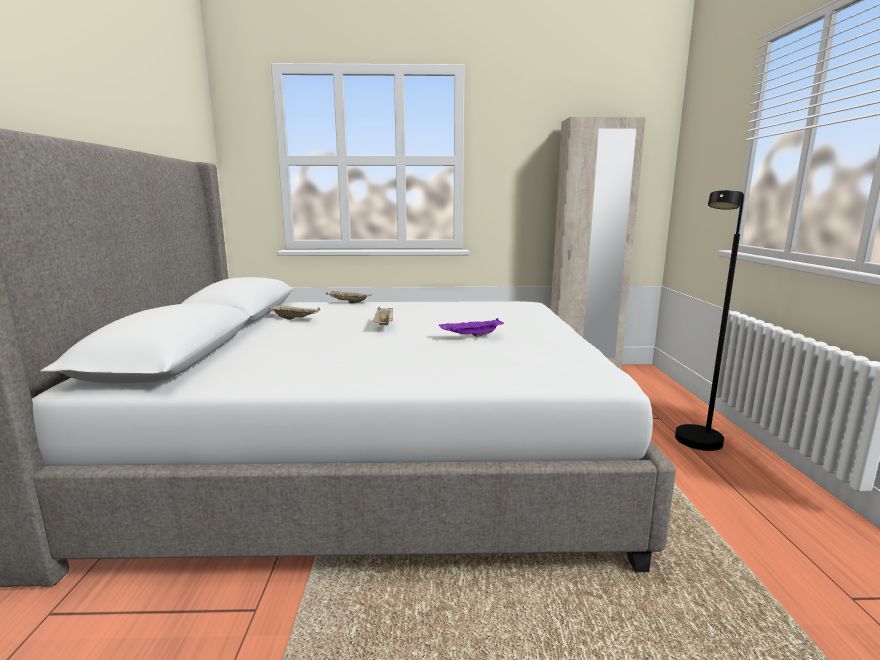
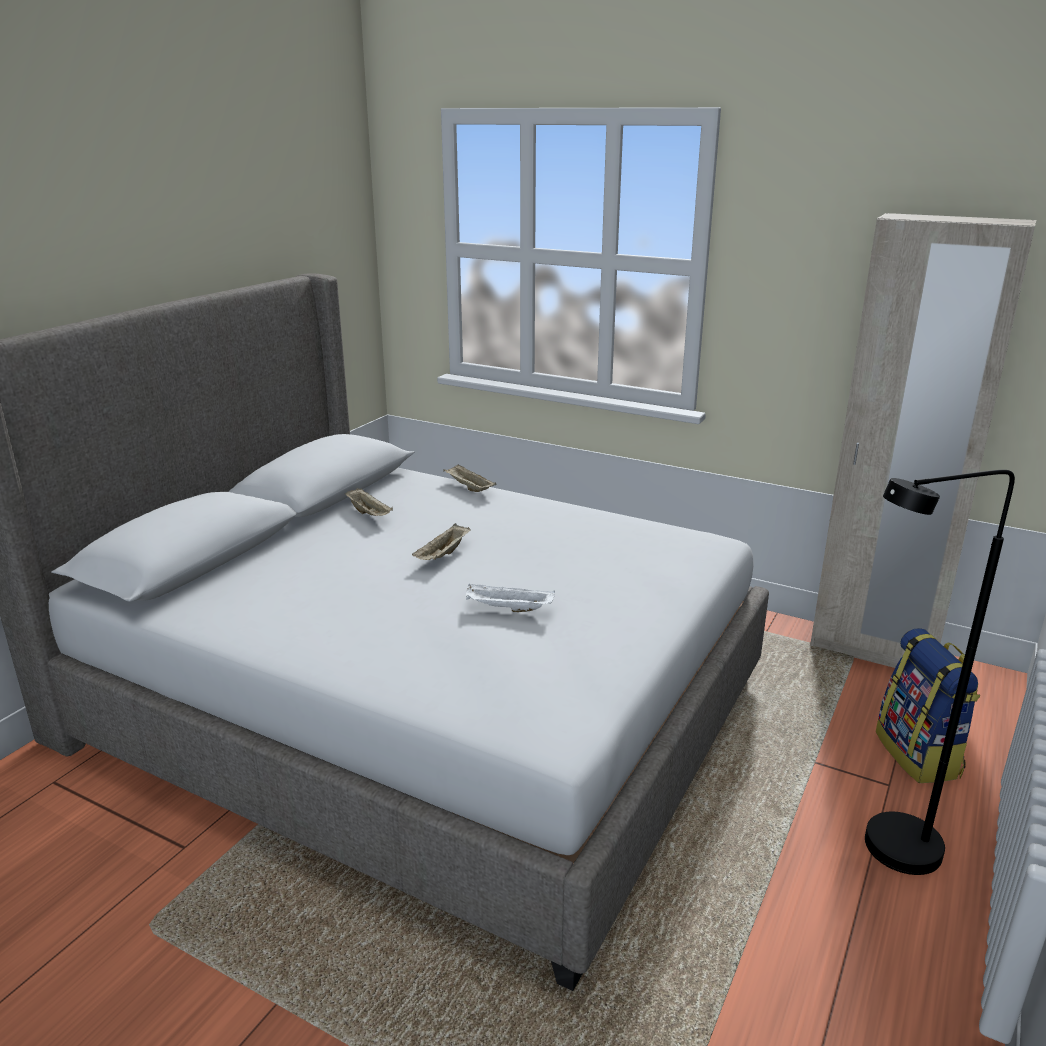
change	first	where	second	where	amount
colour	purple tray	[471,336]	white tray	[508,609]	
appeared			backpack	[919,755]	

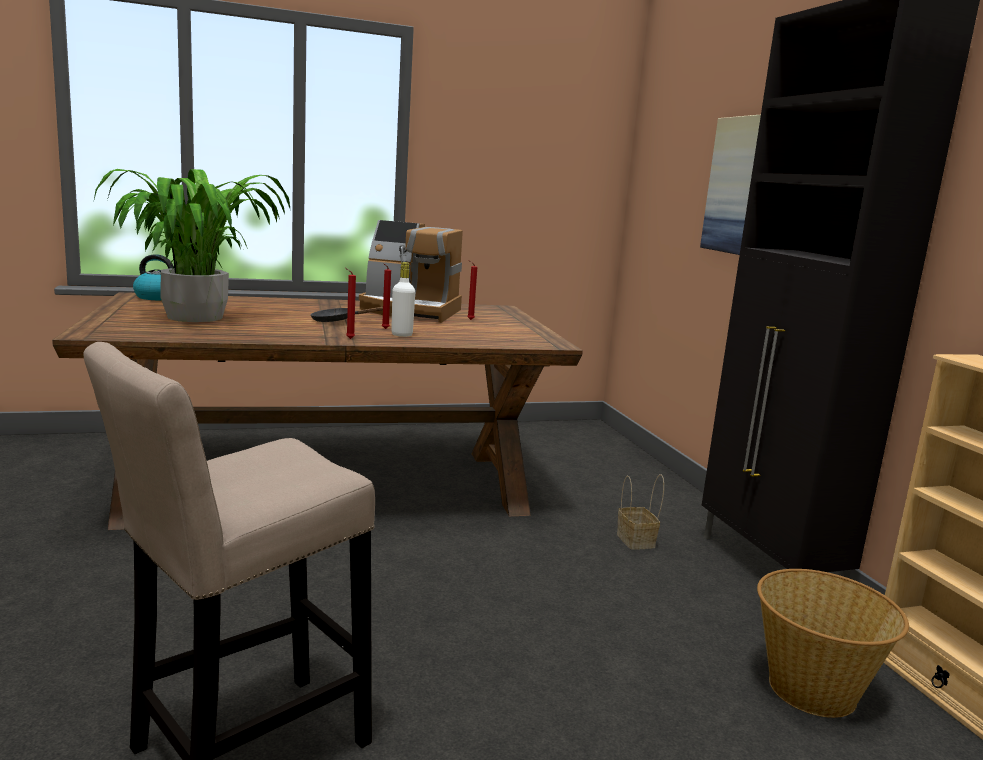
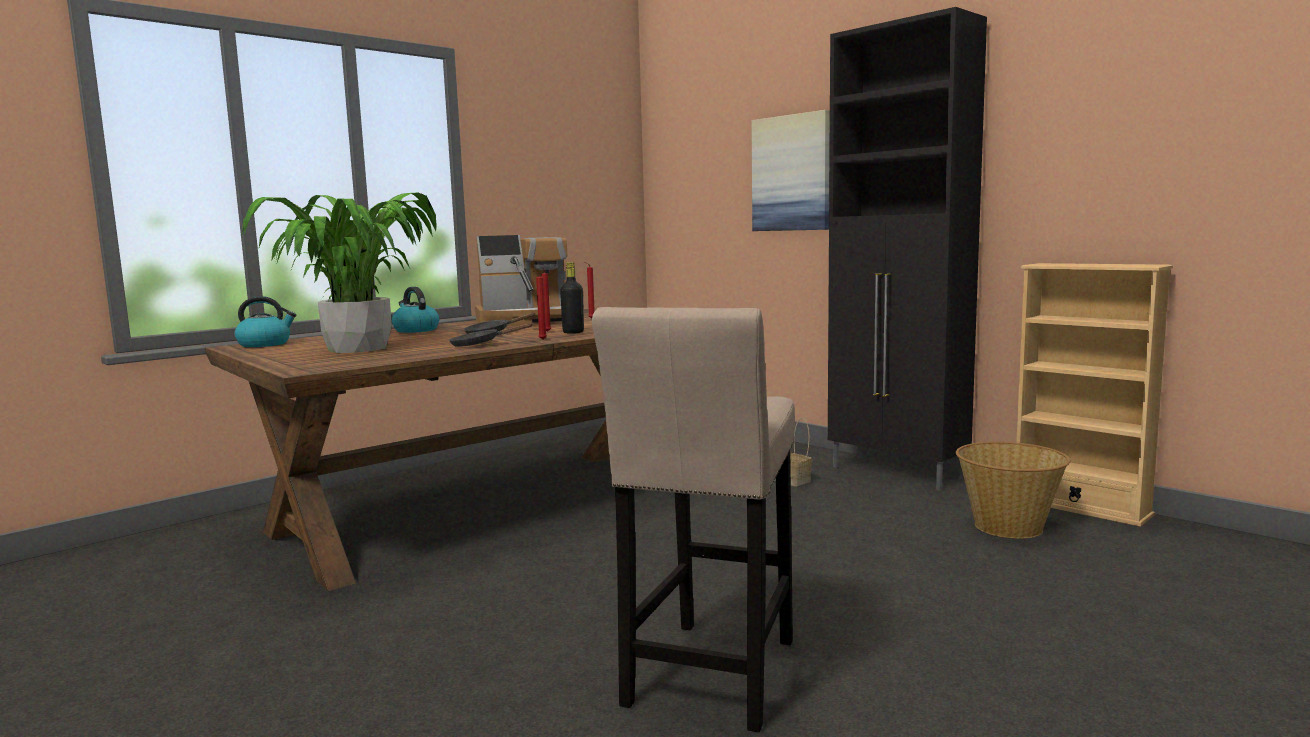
change	first	where	second	where	amount
appeared			kettle	[415,330]	
appeared			black frying pan	[480,344]	
colour	white bottle	[401,335]	black bottle	[573,332]	

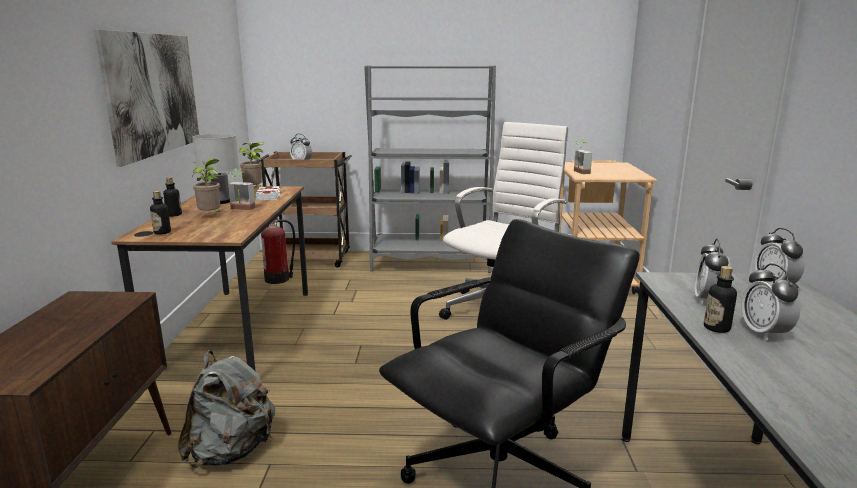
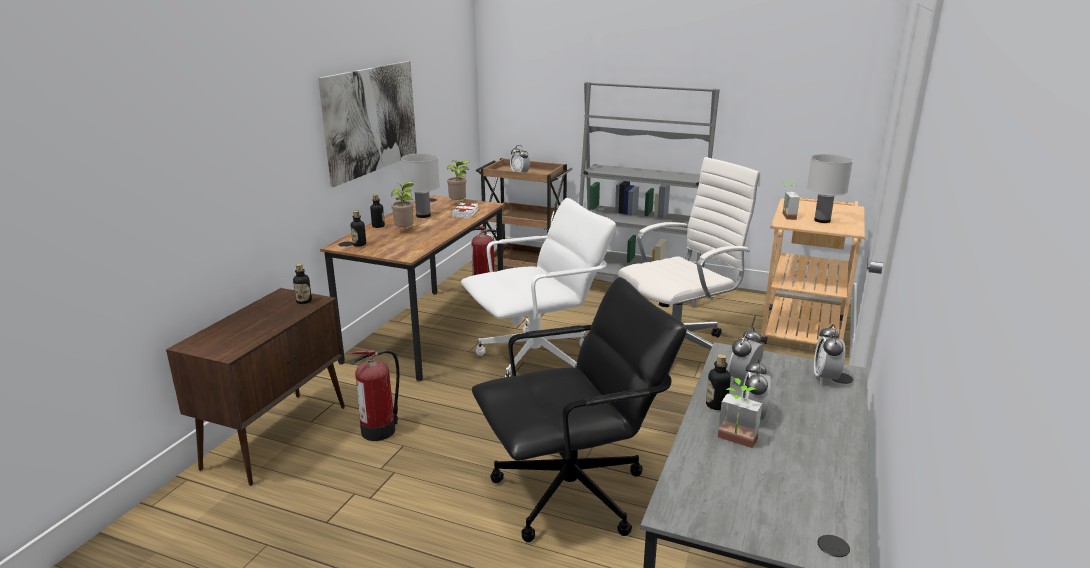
change	first	where	second	where	amount
appeared			bottle	[304,301]	
exchanged	grey backpack	[231,451]	fire extinguisher	[380,430]	
appeared			white office chair	[537,359]	
relocated	potted plant	[240,209]		[735,442]	
appeared			white table lamp	[821,220]	

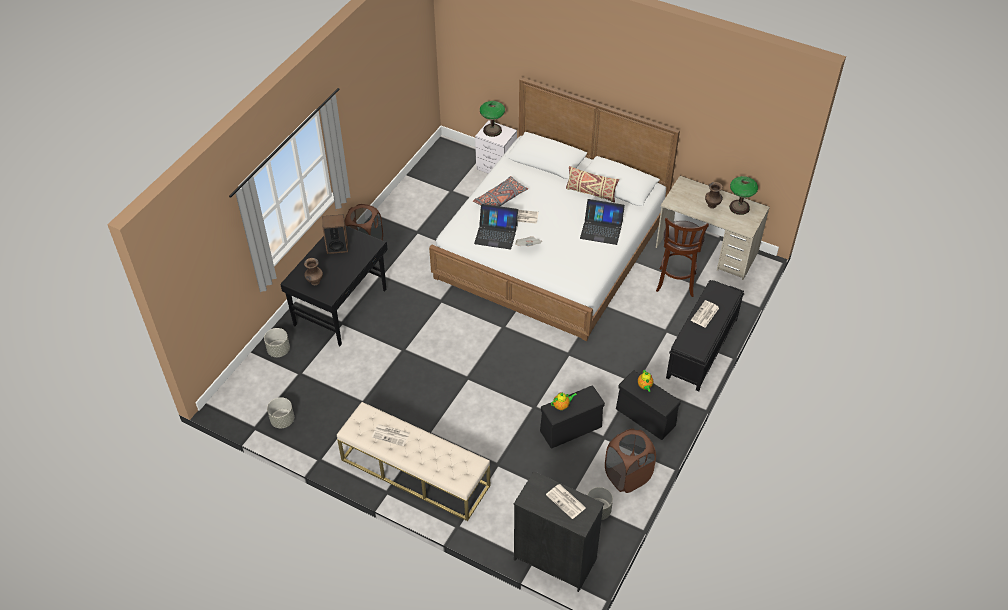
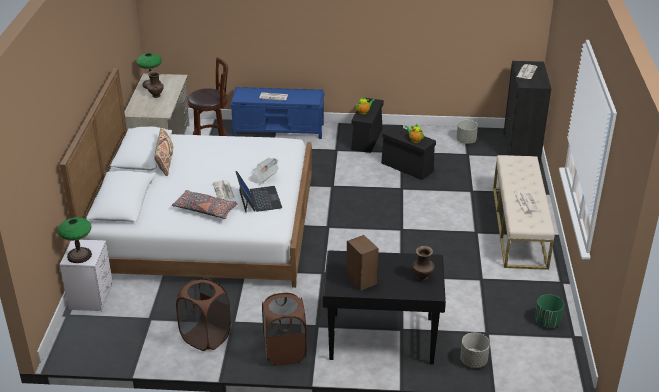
change	first	where	second	where	amount
relocated	brown laundry basket	[627,476]		[205,337]	
colour	black bench	[701,349]	blue bench	[279,130]	
colour	grey planter	[282,420]	green planter	[547,322]	
missing	laptop	[601,229]			

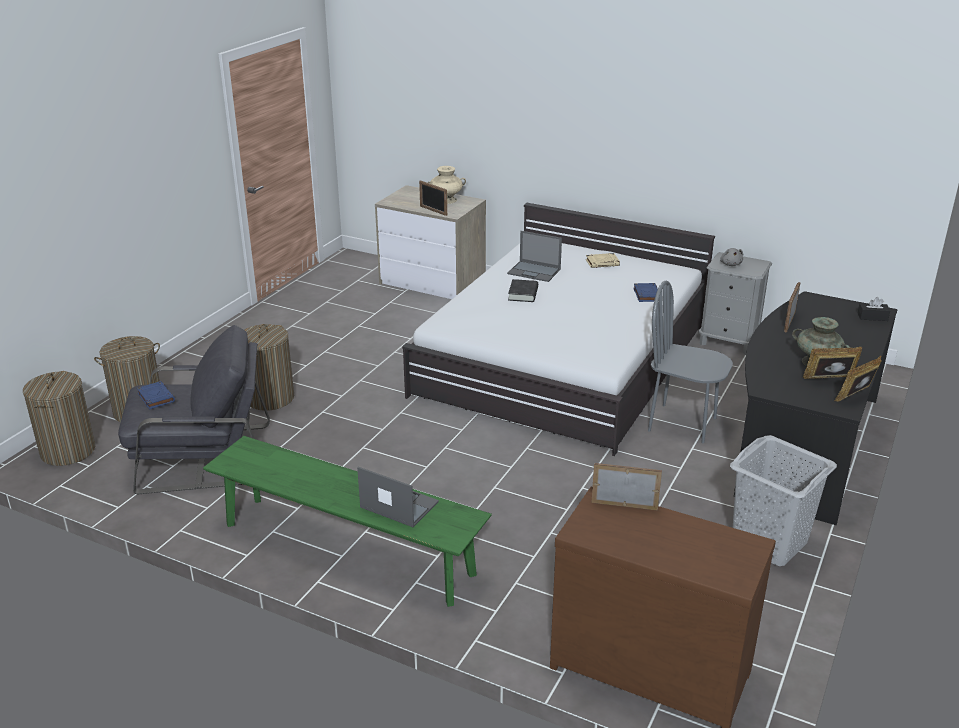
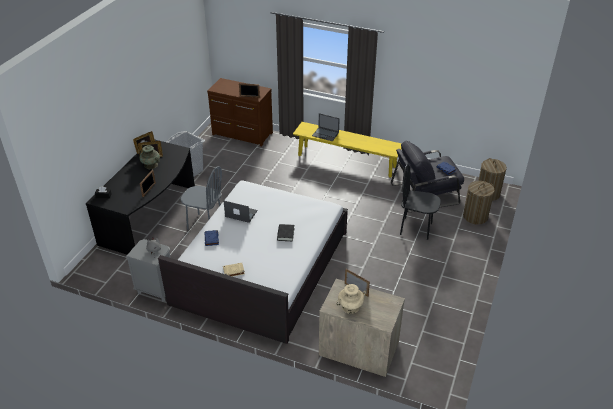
change	first	where	second	where	amount
relocated	laptop	[534,271]		[240,213]	
colour	green bench	[347,549]	yellow bench	[346,161]	
exchanged	laundry basket	[270,398]	black chair	[416,228]	

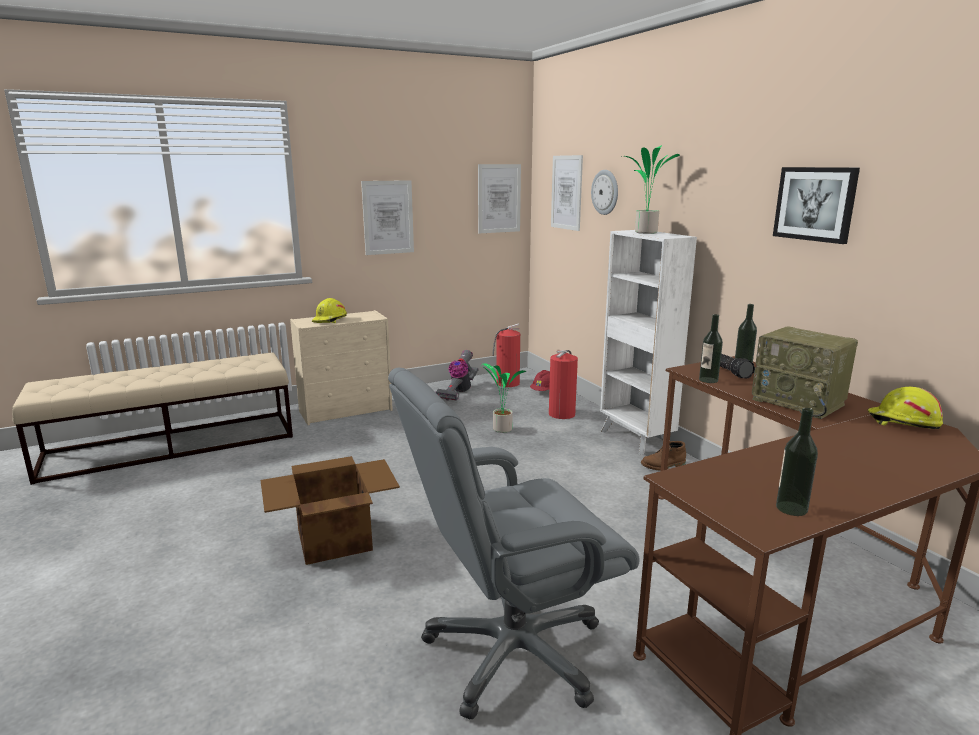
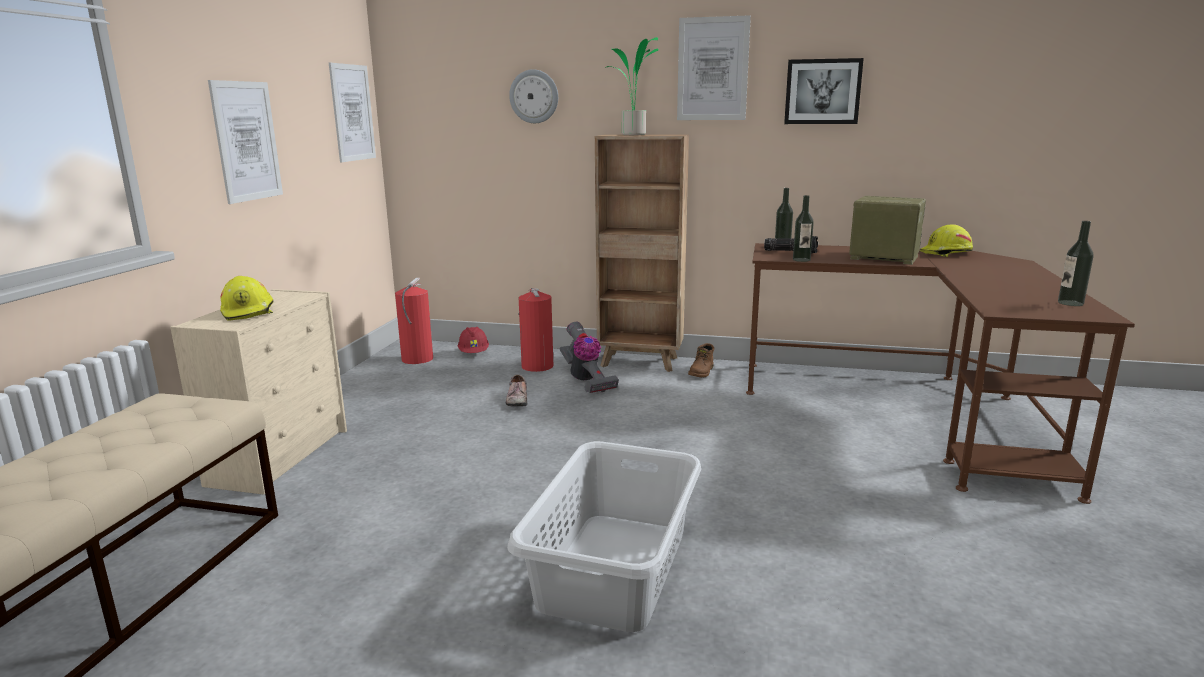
change	first	where	second	where	amount
exchanged	potted plant	[501,429]	shoe	[516,399]	
exchanged	cardboard box	[333,539]	grey laundry basket	[612,568]	
relocated	vacuum cleaner	[459,392]		[586,380]	
colour	white bookcase	[636,439]	brown bookcase	[641,362]	
relocated	picture	[566,192]		[712,69]	
spun	radio	[800,402]		[882,257]	150 degrees counterclockwise
missing	grey office chair	[512,652]			

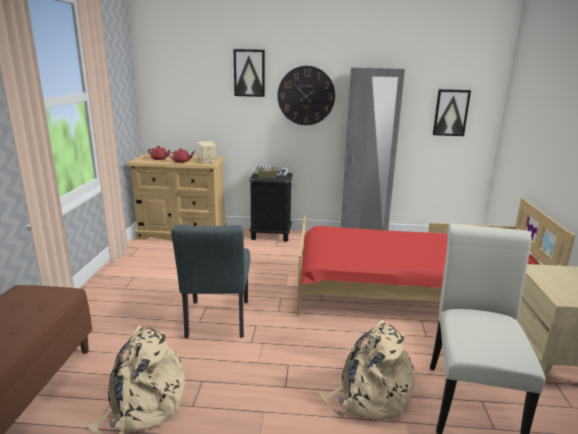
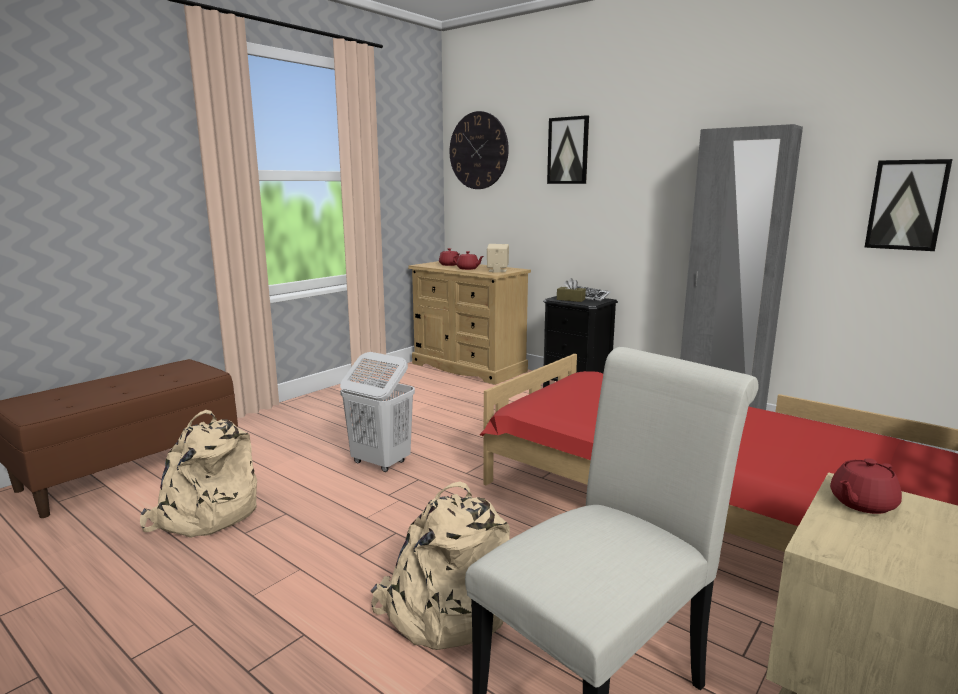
change	first	where	second	where	amount
exchanged	grey chair	[216,322]	white laundry basket	[380,463]	
relocated	wall clock	[306,96]		[478,151]	
appeared			red teapot	[861,503]	

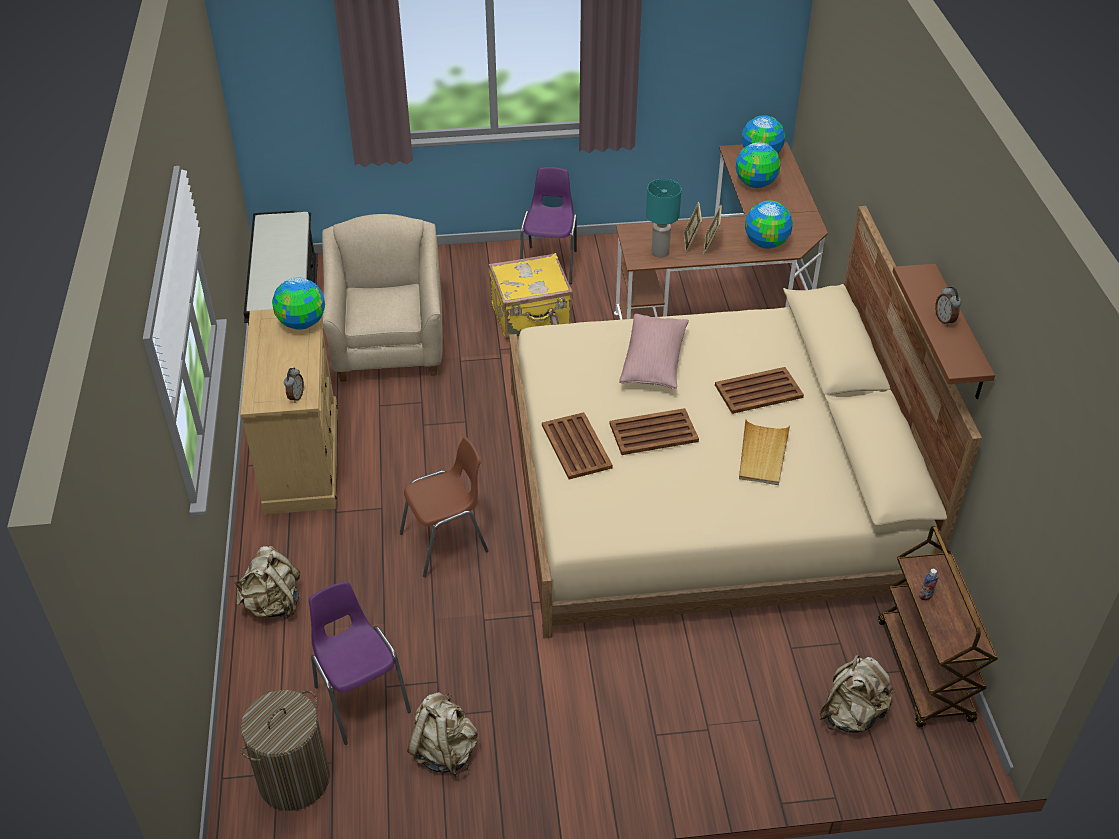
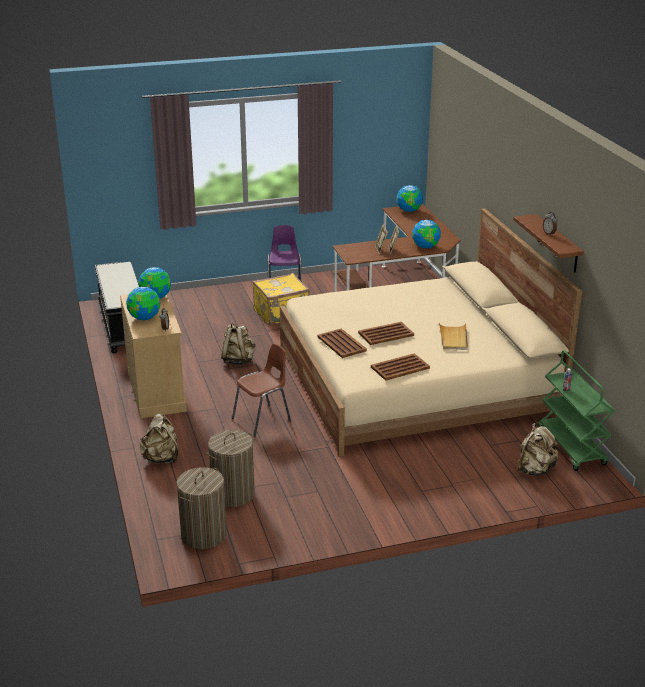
change	first	where	second	where	amount
relocated	globe	[756,183]		[145,318]	
exchanged	purple chair	[360,697]	laundry basket	[233,494]	
relocated	beige backpack	[445,751]		[238,360]	
relocated	brown tray	[759,391]		[400,367]	
colour	brown cart	[925,671]	green cart	[572,447]	
missing	beige armchair	[389,345]			
missing	pink pillow	[654,362]			
missing	turquoise table lamp	[659,252]			

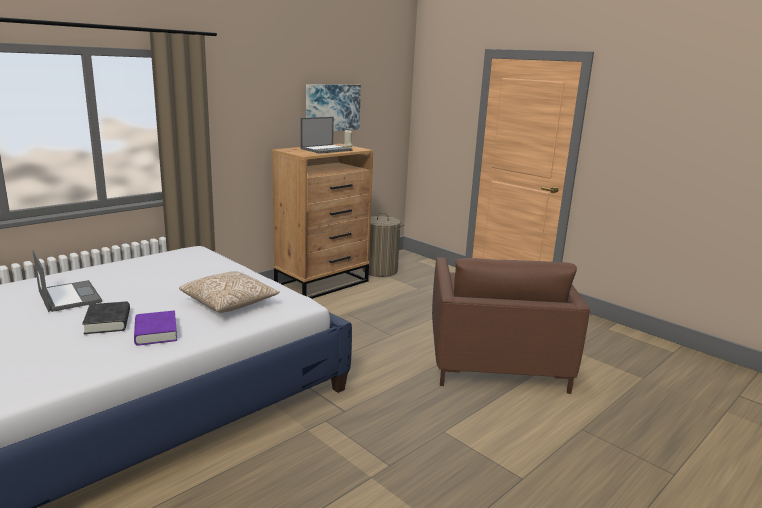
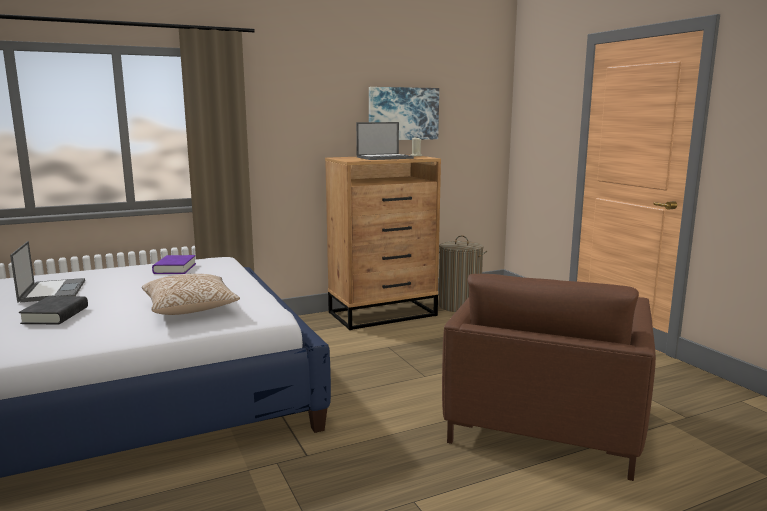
change	first	where	second	where	amount
relocated	purple book	[156,332]		[175,268]	

